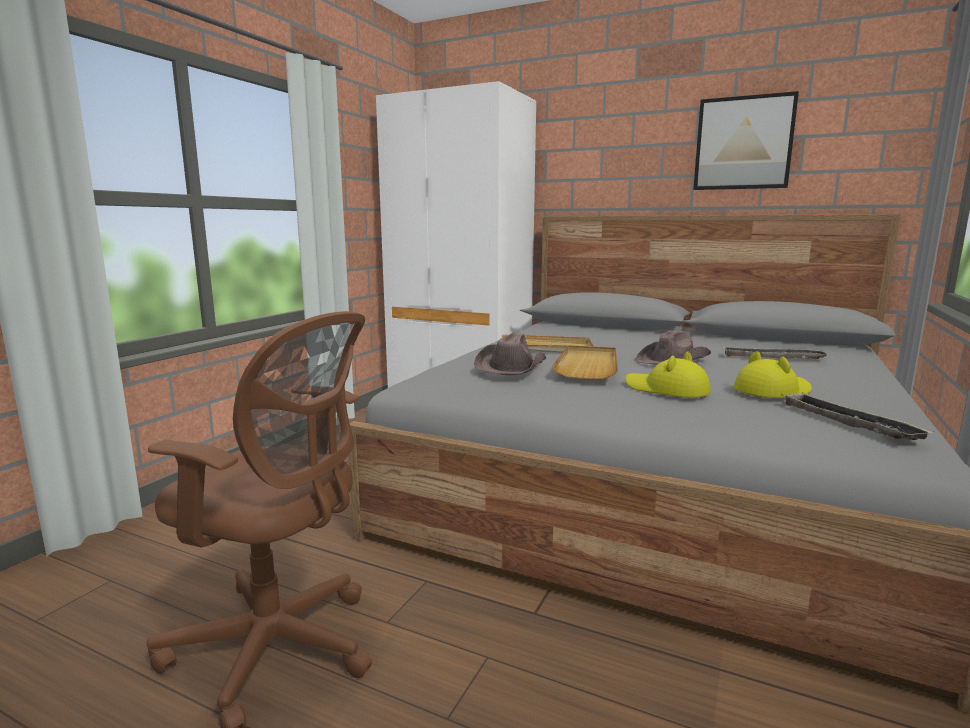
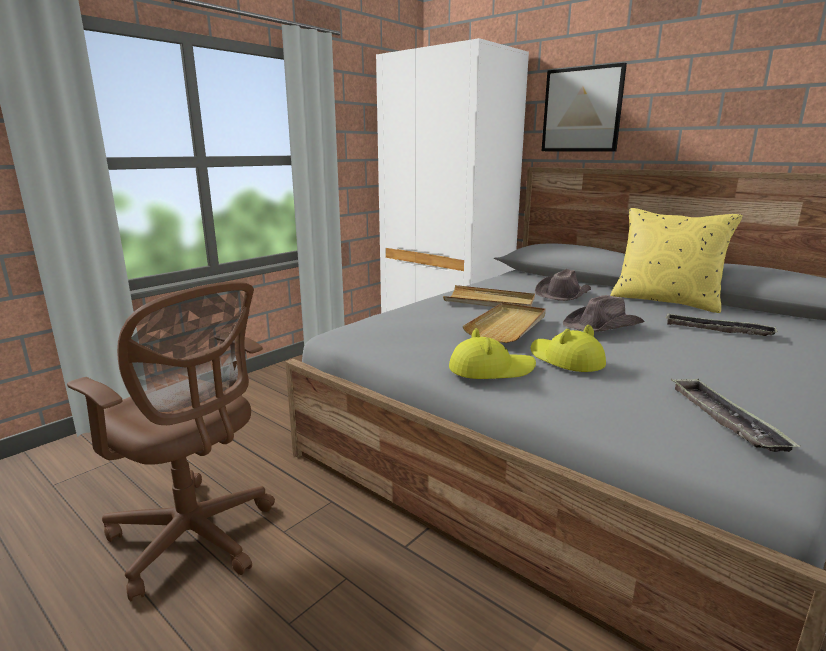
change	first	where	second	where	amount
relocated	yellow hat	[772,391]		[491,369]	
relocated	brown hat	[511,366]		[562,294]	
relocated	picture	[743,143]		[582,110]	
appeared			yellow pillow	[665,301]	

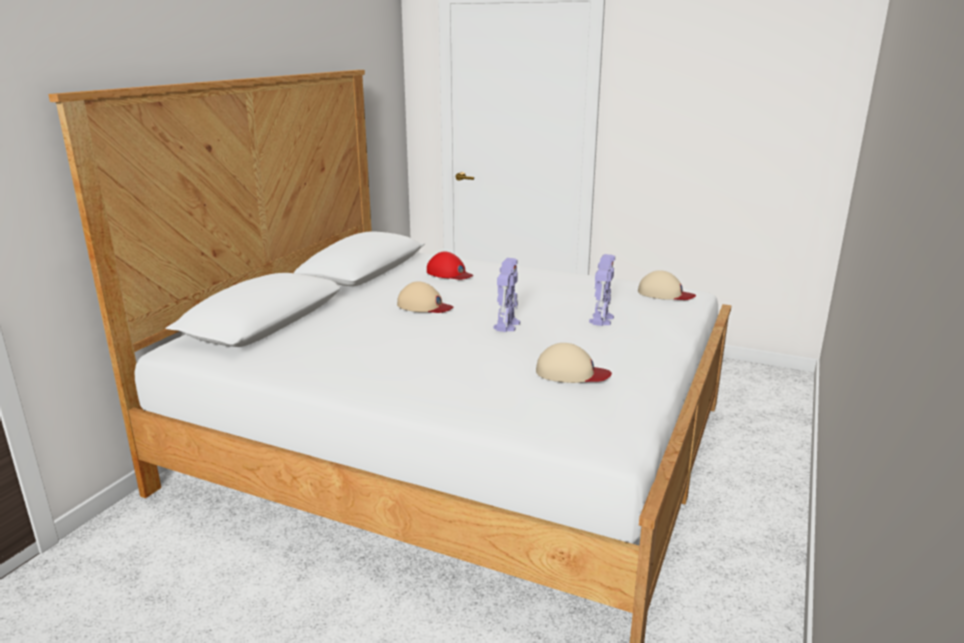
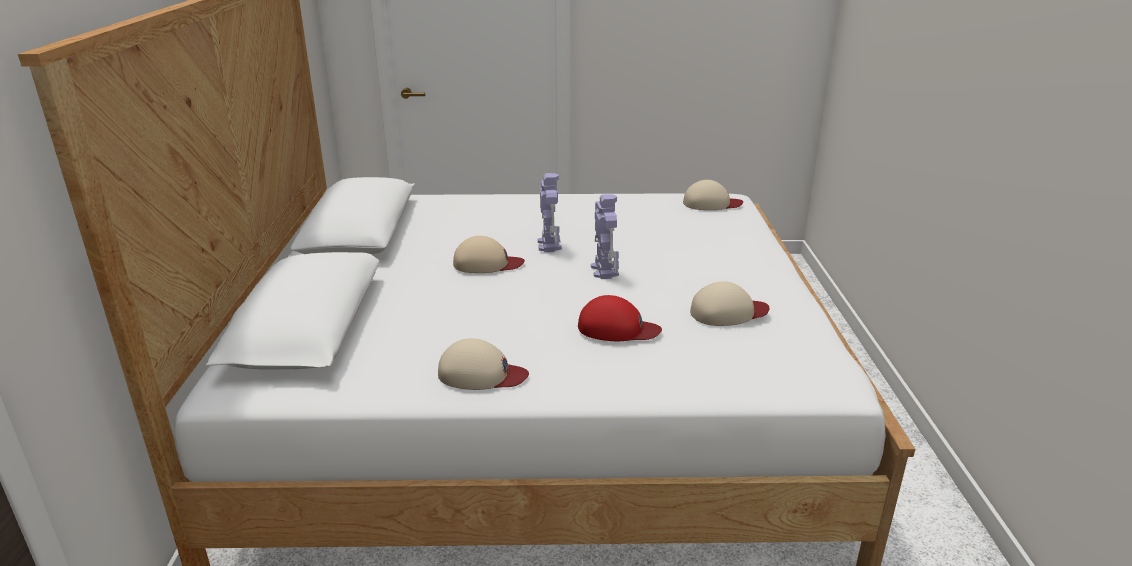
change	first	where	second	where	amount
appeared			beige cap	[481,374]	
relocated	toy robot	[601,319]		[549,244]	
relocated	red cap	[449,273]		[617,328]	

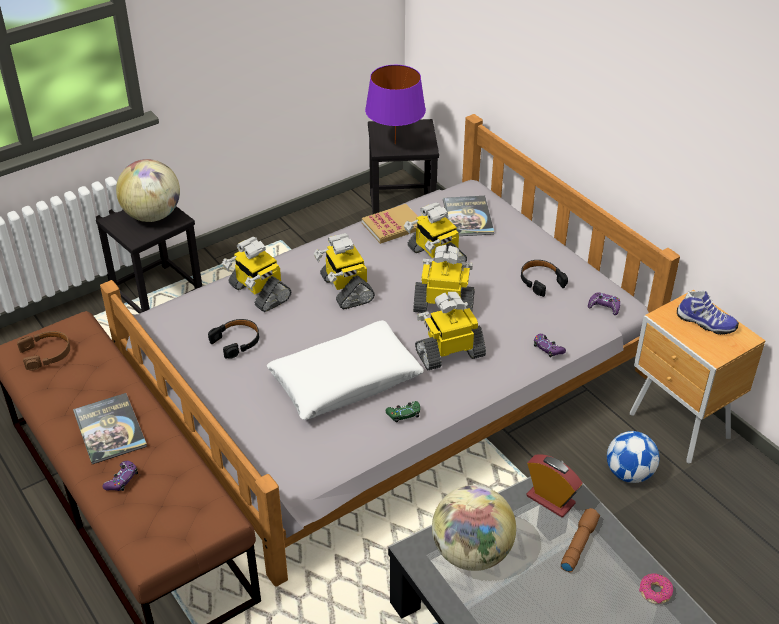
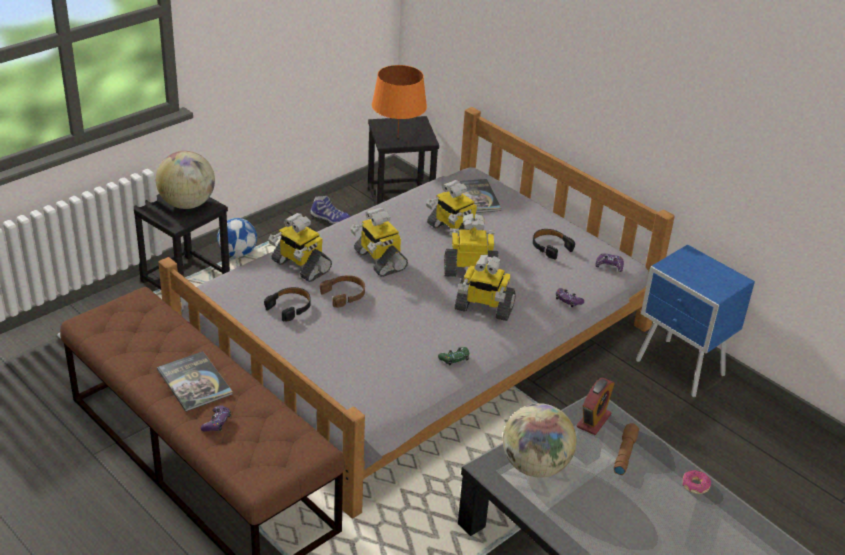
change	first	where	second	where	amount
relocated	football	[629,473]		[238,253]	
relocated	shoe	[705,323]		[329,219]	
relocated	brown headphones	[46,354]		[344,294]	
colour	purple table lamp	[395,143]	orange table lamp	[397,137]	
spun	toy robot	[449,353]		[483,308]	135 degrees counterclockwise
spun	alarm clock	[550,500]		[593,421]	90 degrees clockwise
colour	brown nightstand	[679,428]	blue nightstand	[680,370]	
missing	white pillow	[345,380]			
missing	book	[393,226]			

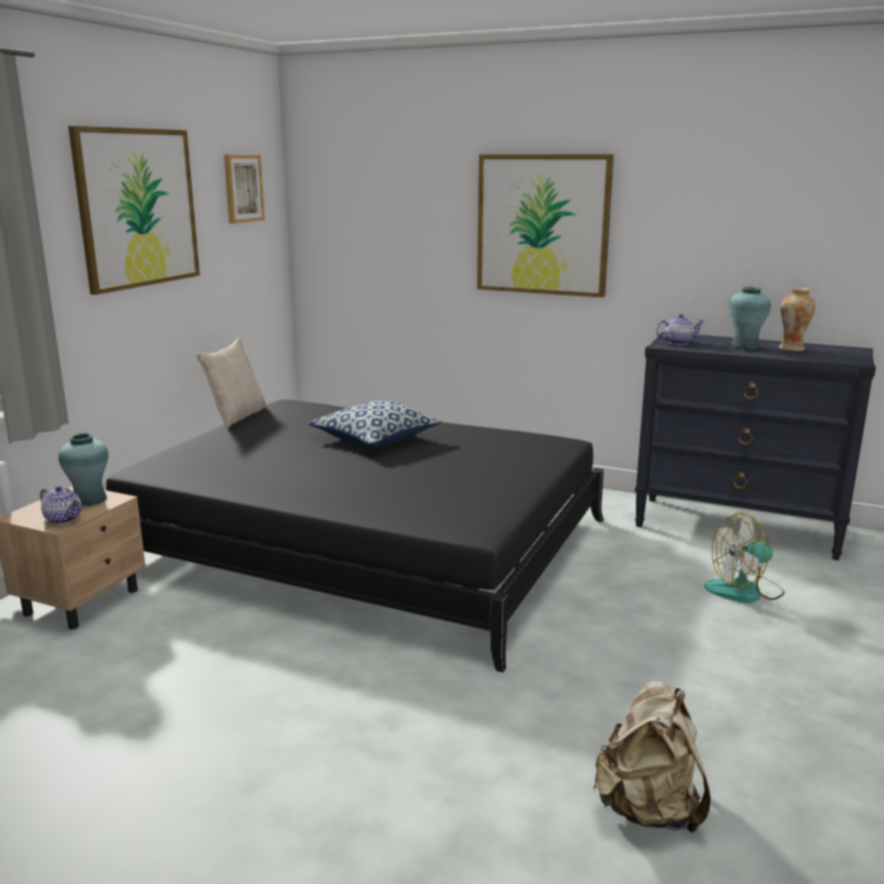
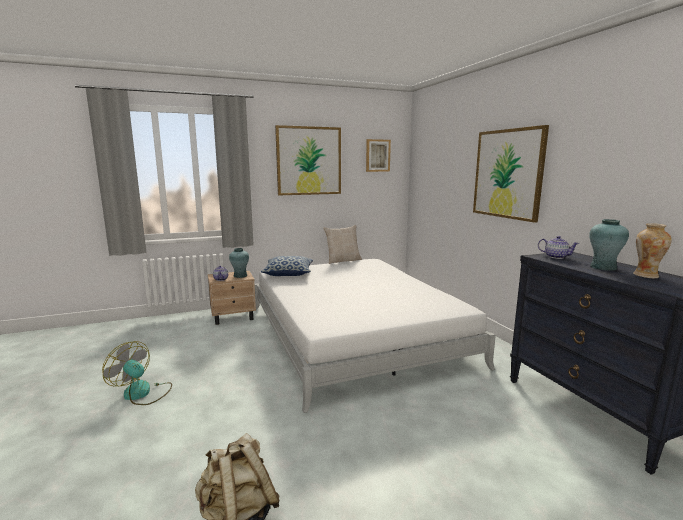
change	first	where	second	where	amount
relocated	fan	[744,590]		[142,393]	
colour	black bed	[365,544]	white bed	[353,334]	
relocated	pillow	[375,439]		[288,274]	

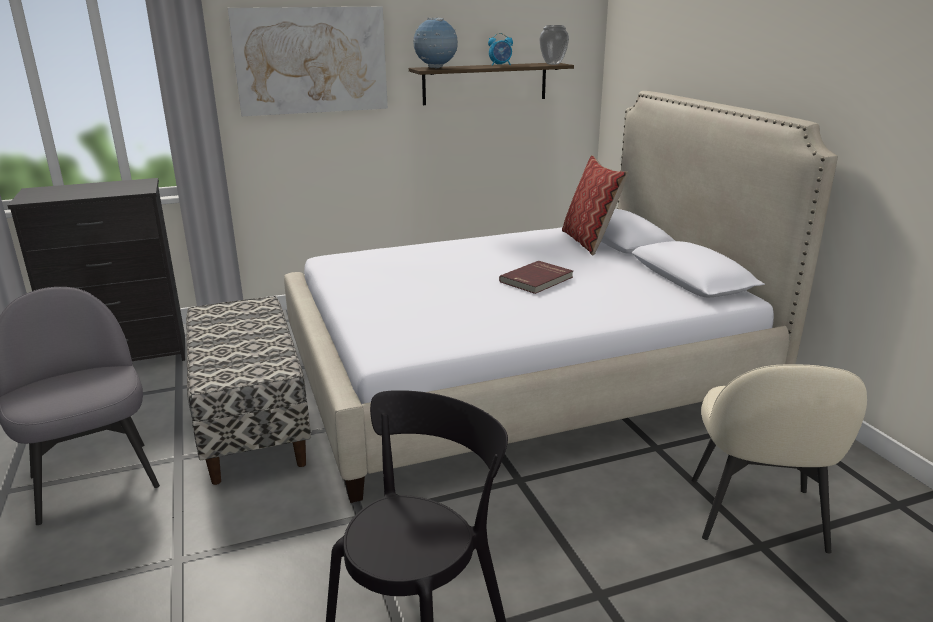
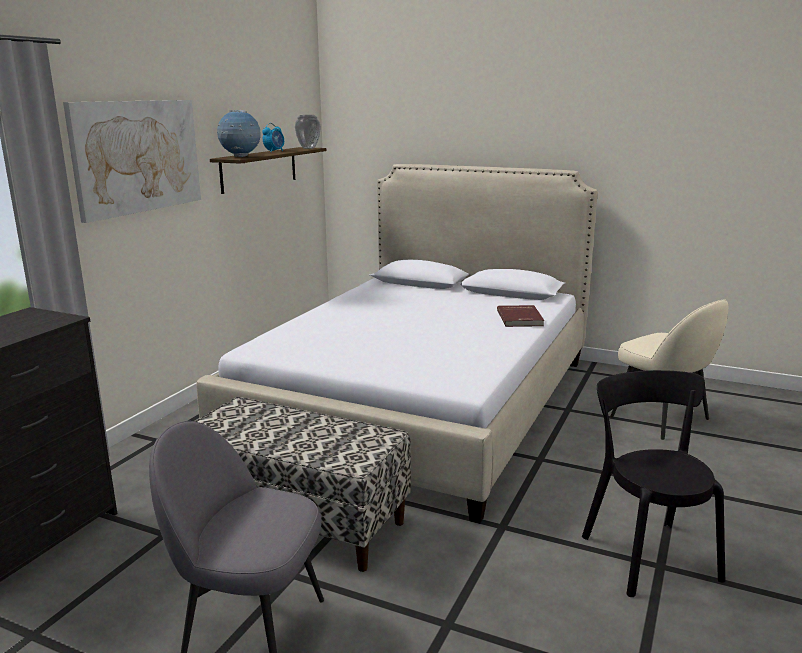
change	first	where	second	where	amount
relocated	red book	[537,280]		[521,318]	
missing	pillow	[589,242]			

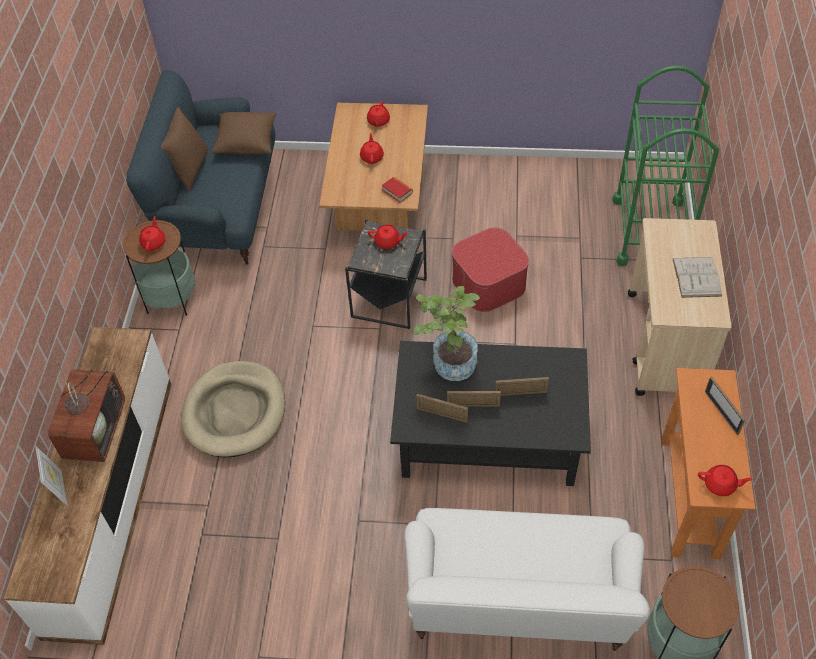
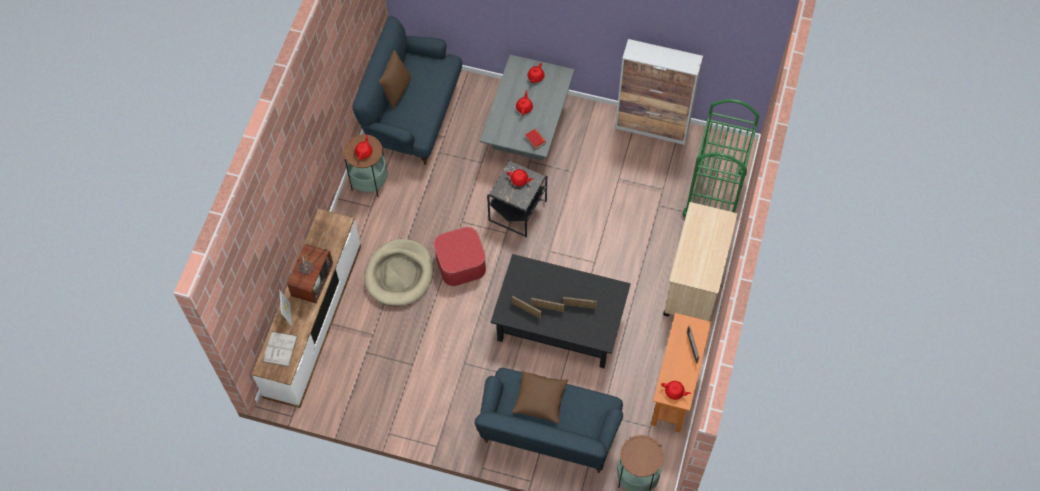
change	first	where	second	where	amount
relocated	white book	[696,277]		[280,349]	
relocated	ottoman	[488,283]		[460,263]	
colour	white sofa	[518,603]	blue sofa	[549,433]	
colour	brown coffee table	[379,202]	grey coffee table	[527,131]	
relocated	brown pillow	[247,142]		[540,400]	
appeared			cabinet	[652,127]	
missing	potted plant	[448,362]			

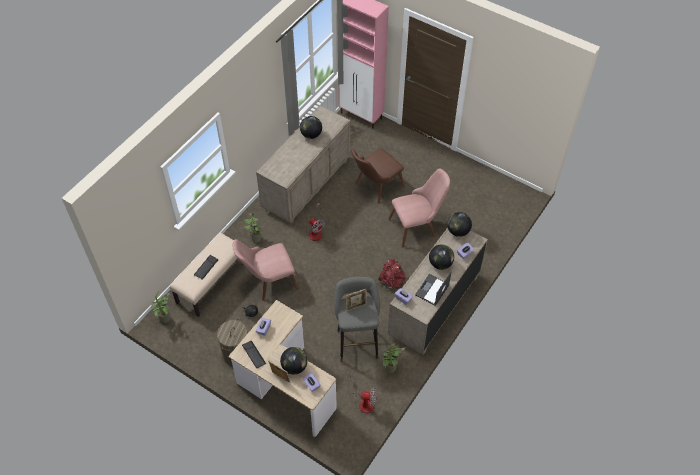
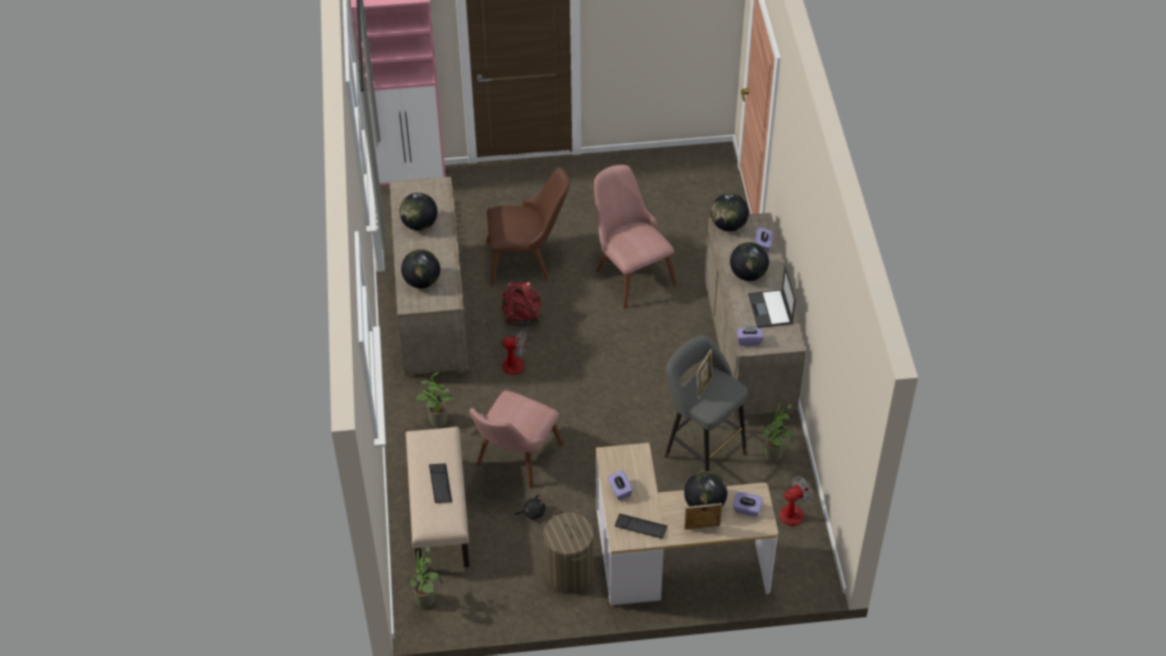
change	first	where	second	where	amount
appeared			globe	[422,282]	
spun	brown chair	[375,188]		[527,260]	105 degrees counterclockwise
relocated	red backpack	[392,281]		[521,316]	
spun	pink chair	[417,225]		[629,271]	60 degrees counterclockwise

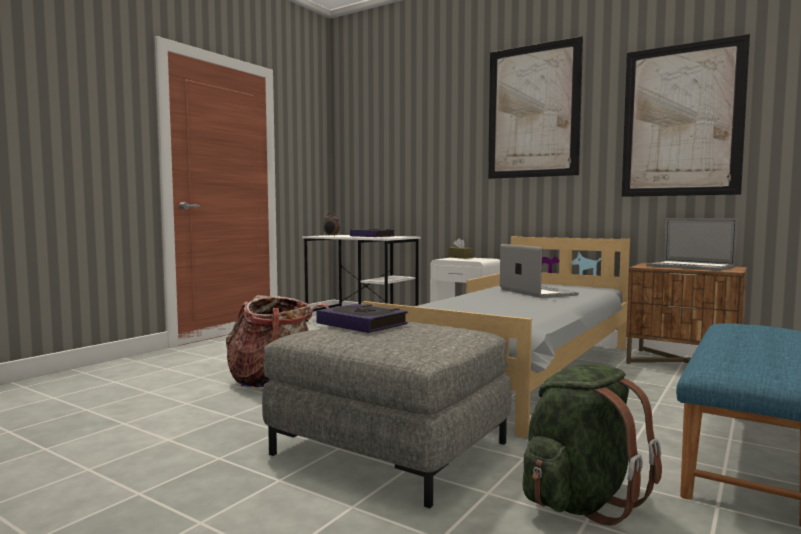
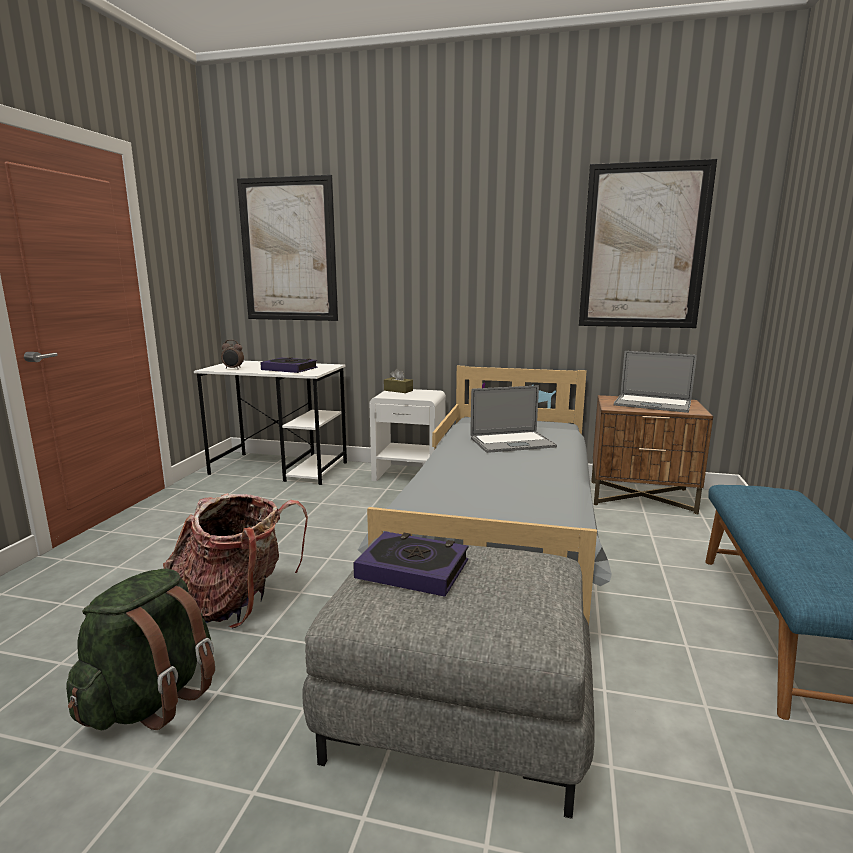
change	first	where	second	where	amount
relocated	green backpack	[580,501]		[152,699]	
relocated	picture	[533,111]		[288,250]	
spun	laptop	[537,292]		[512,442]	120 degrees clockwise

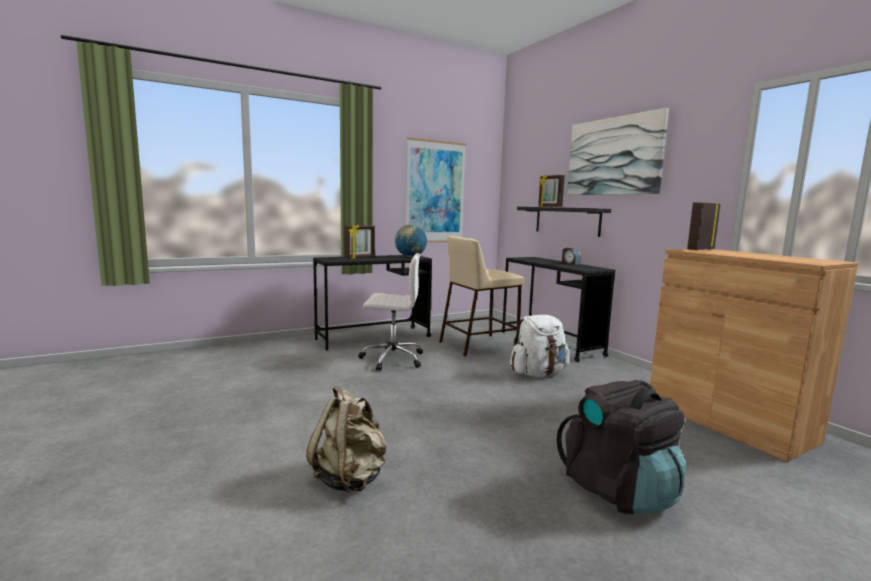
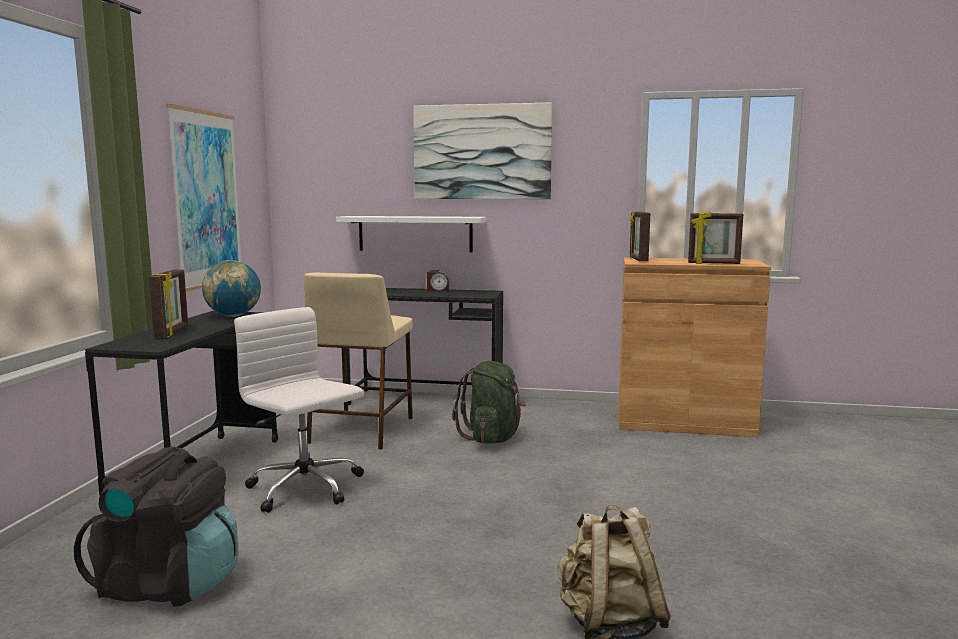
change	first	where	second	where	amount
relocated	black backpack	[618,490]		[169,584]	
spun	white office chair	[391,359]		[306,489]	90 degrees counterclockwise
colour	black shelf	[567,220]	white shelf	[415,233]	
colour	white backpack	[538,373]	green backpack	[492,438]	
relocated	picture frame	[549,207]		[713,264]	

